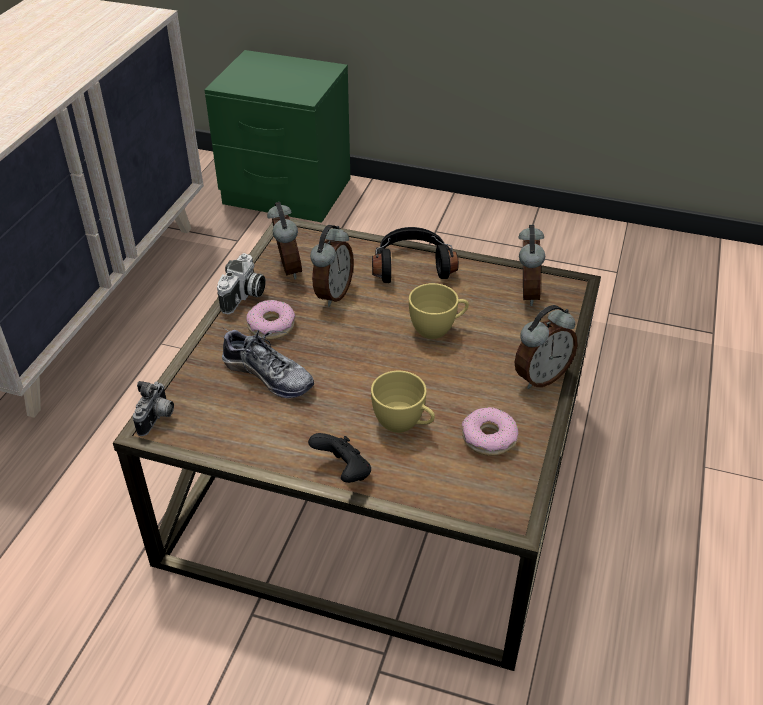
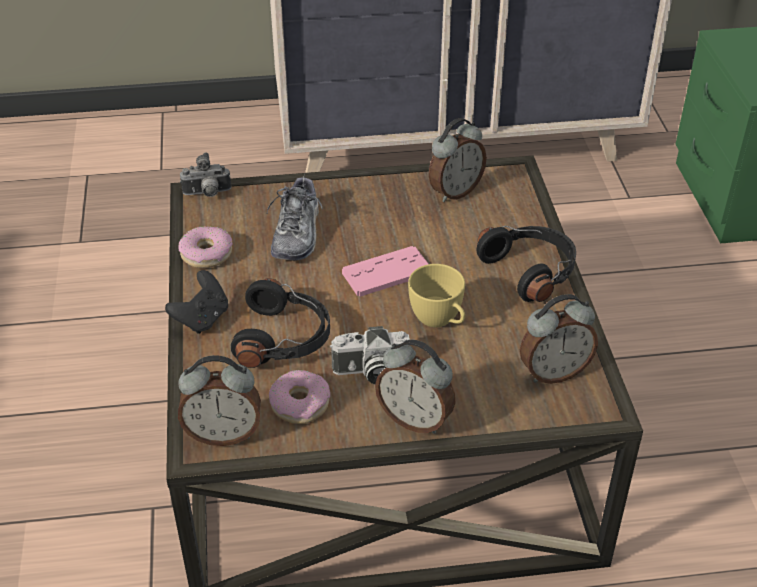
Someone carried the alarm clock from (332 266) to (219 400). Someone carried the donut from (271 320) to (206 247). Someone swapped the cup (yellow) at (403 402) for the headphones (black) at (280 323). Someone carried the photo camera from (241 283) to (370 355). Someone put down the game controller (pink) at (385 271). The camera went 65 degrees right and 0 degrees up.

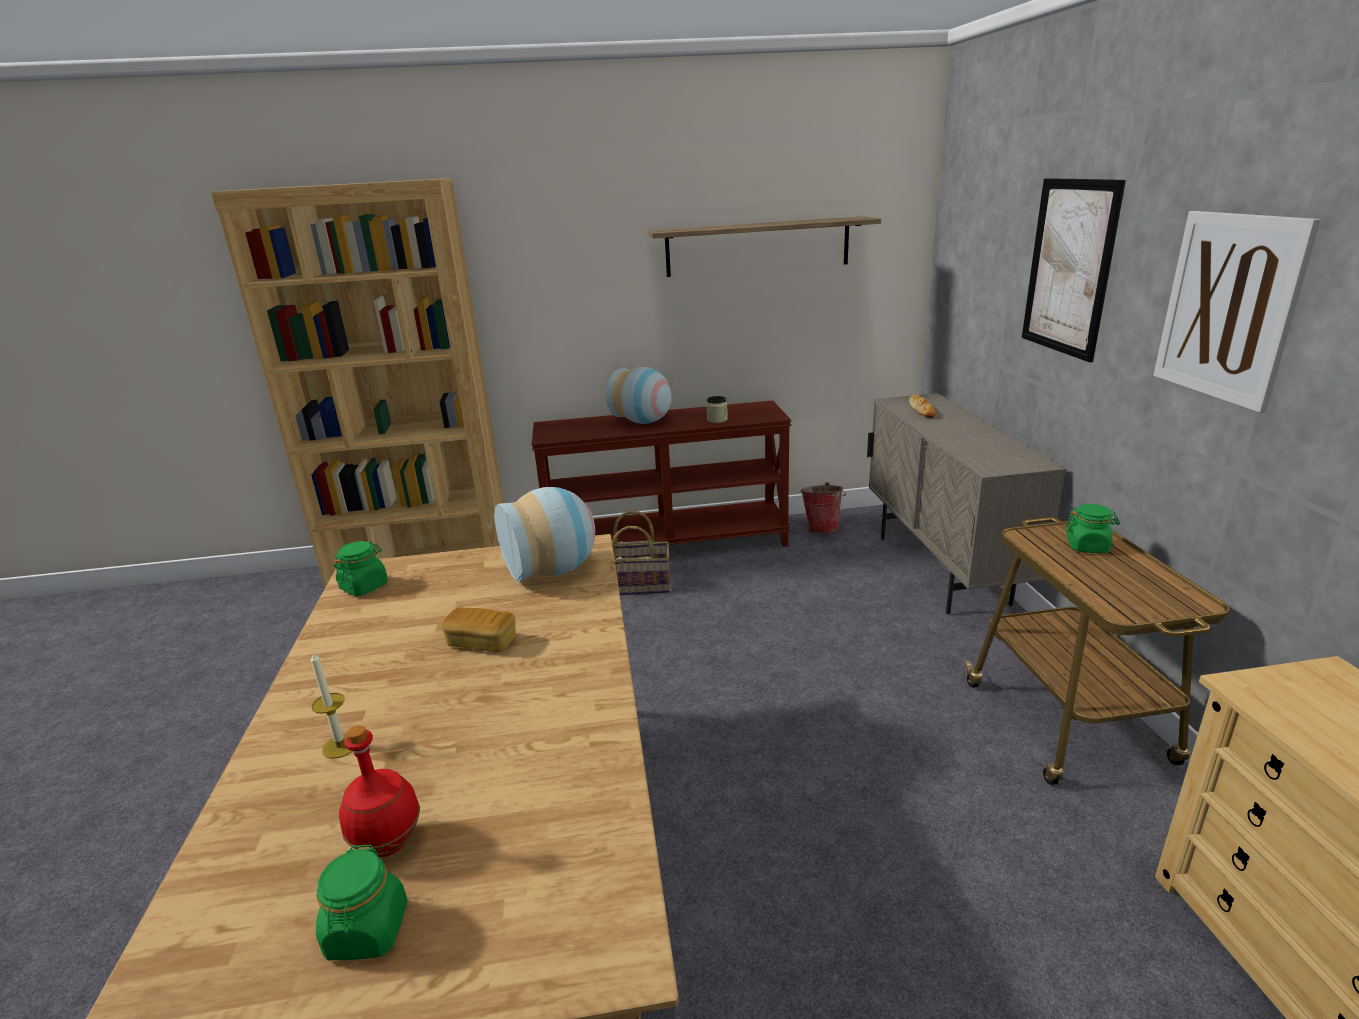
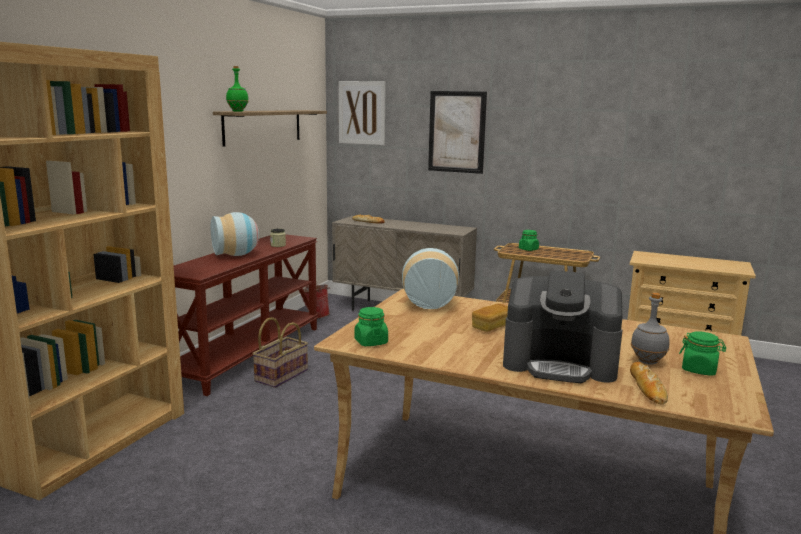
Someone put down the bottle (green) at (237 89). Someone carried the picture from (1237 312) to (362 113). Someone swapped the candle at (332 705) for the coffee machine at (563 326). Someone put down the bread at (649 383). Someone repainted the bottle (red) at (379 791), which became the bottle (grey) at (650 329). The camera went 60 degrees left and 10 degrees down.

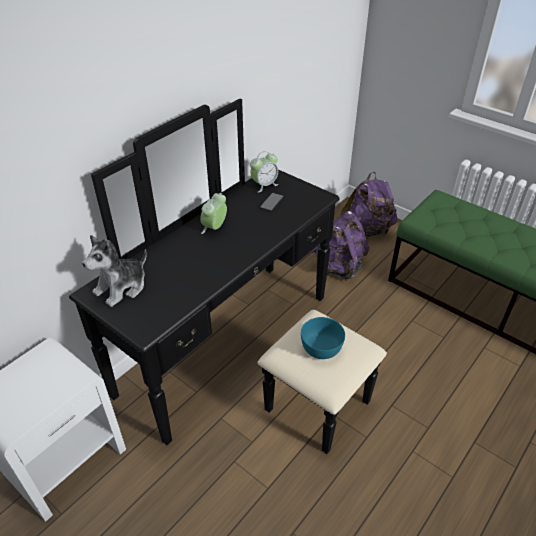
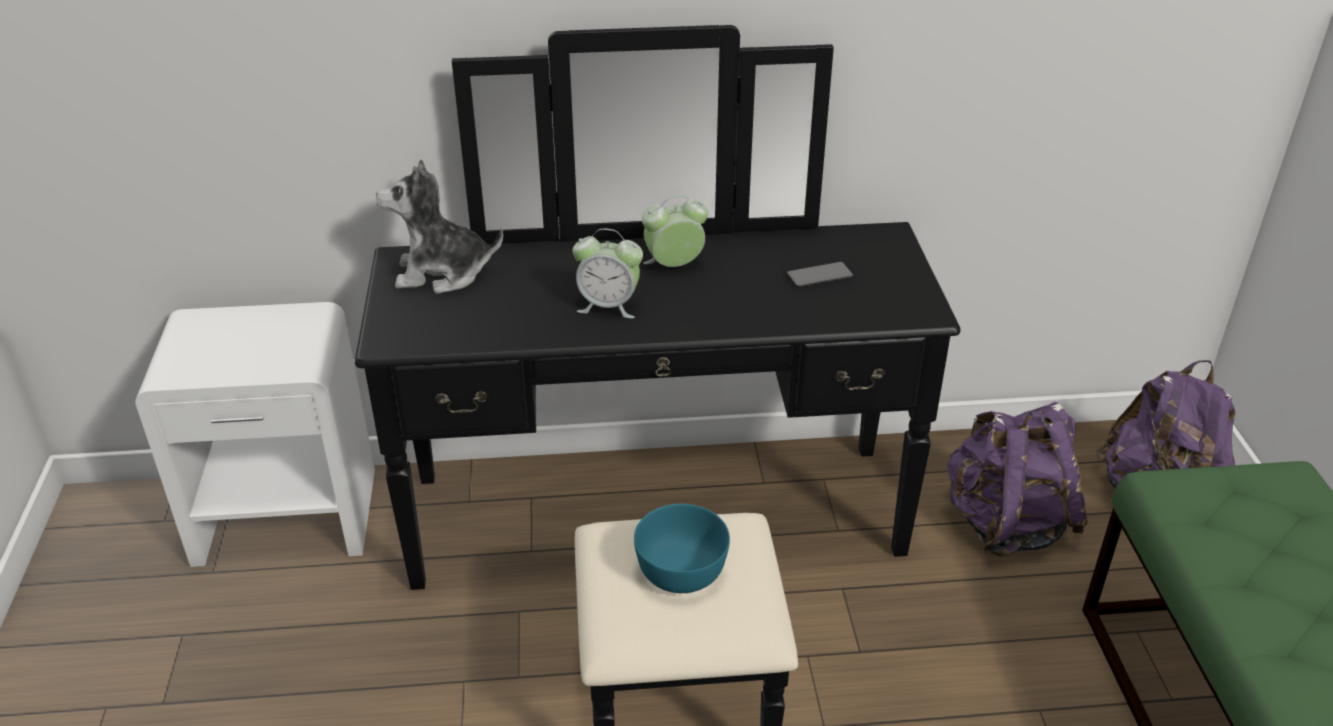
Someone carried the alarm clock from (264 172) to (607 273). The camera went 45 degrees right and 5 degrees down.

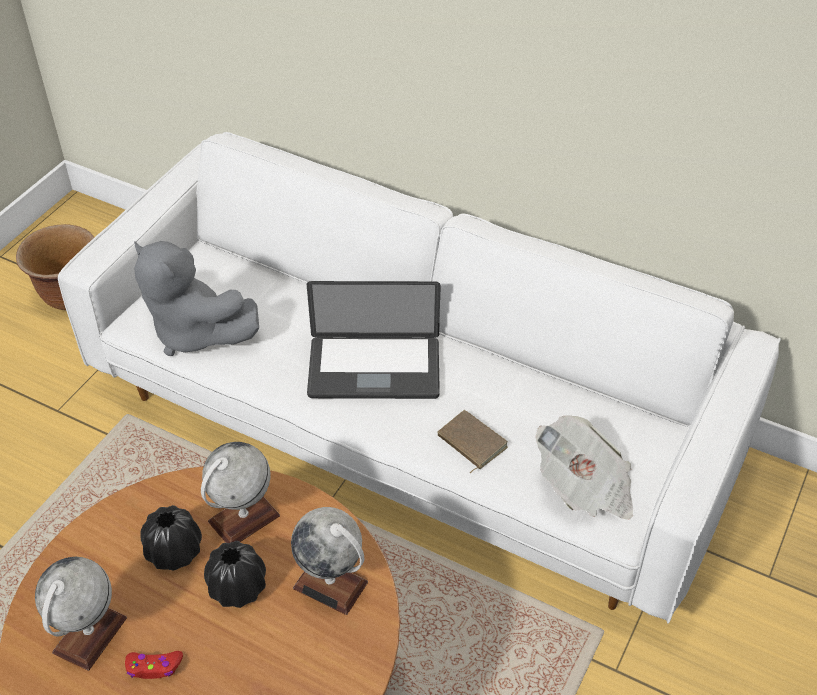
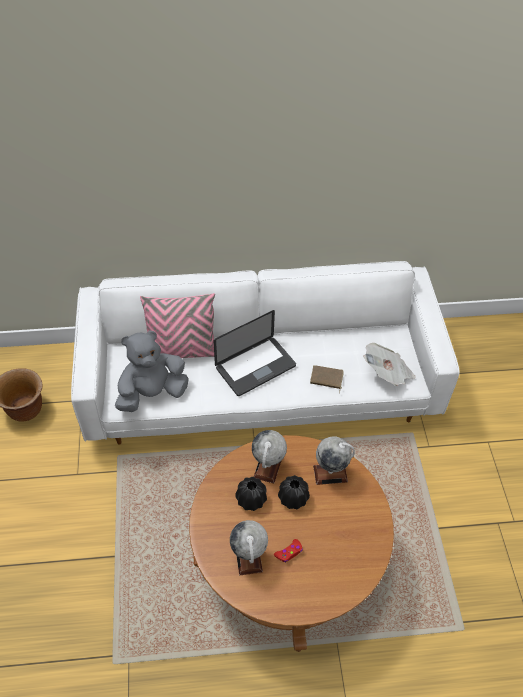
Someone rotated the plush toy (grey) at (196 298) by 150 degrees clockwise. Someone put down the pillow (pink) at (177 325). The camera went 35 degrees left and 5 degrees up.

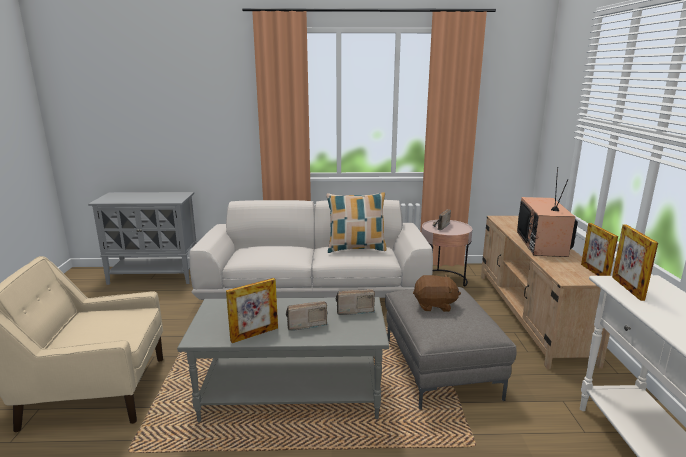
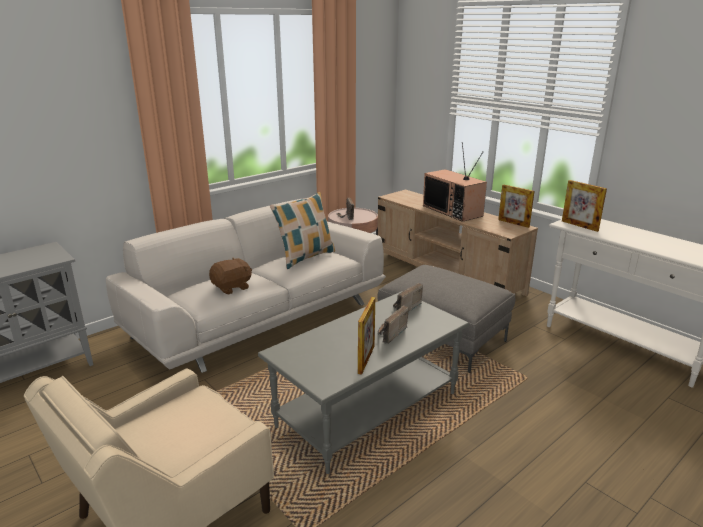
Someone carried the plush toy (brown) from (437 293) to (230 276). The camera went 40 degrees left and 5 degrees up.

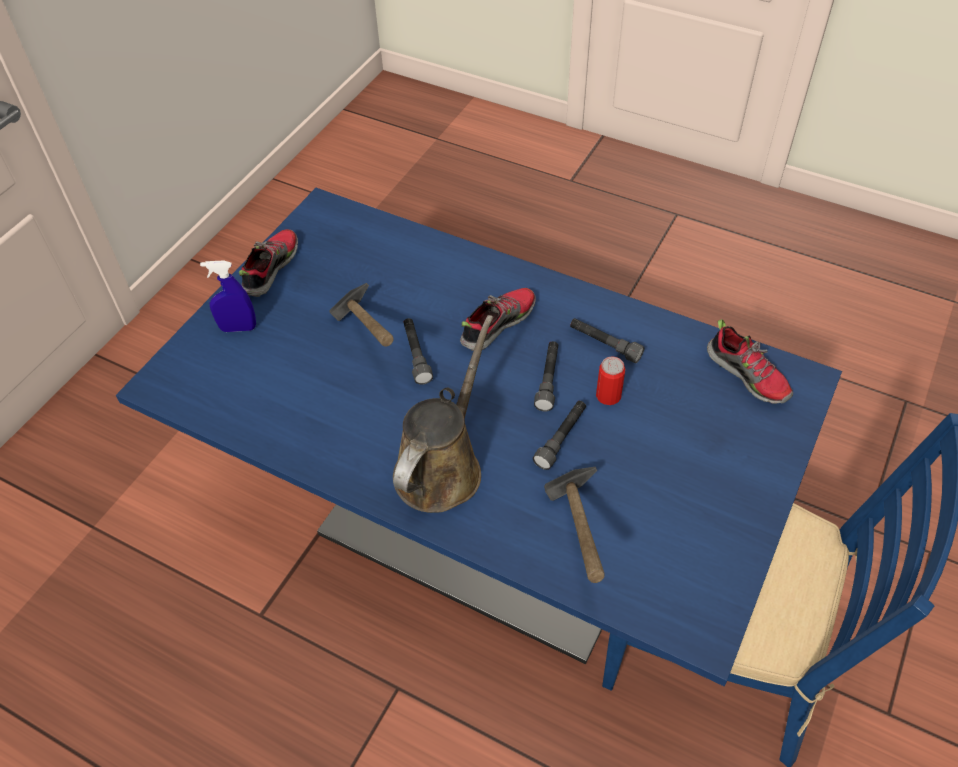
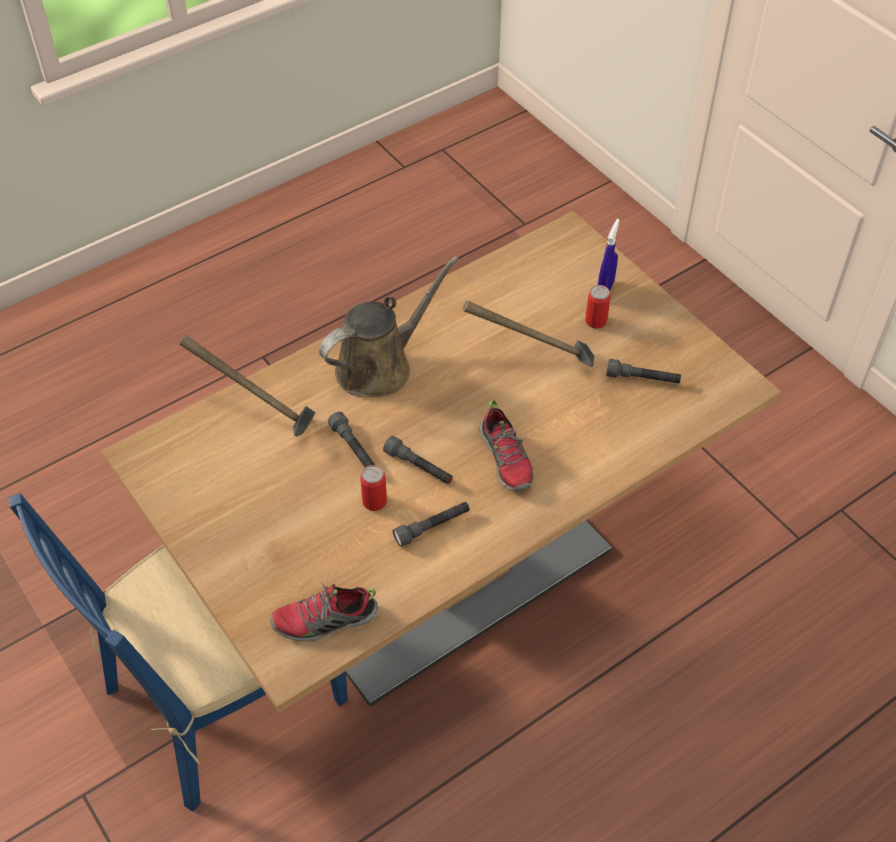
Someone repainted the dining table (blue) at (479 437), which became the dining table (brown) at (441 461). Someone rotated the watering can (brown) at (443 414) by 90 degrees counterclockwise. Someone put down the can at (598 306). Someone carried the flashlight (grey) from (418 351) to (643 371). Someone took away the shoe at (268 263). The camera went 115 degrees right and 0 degrees up.

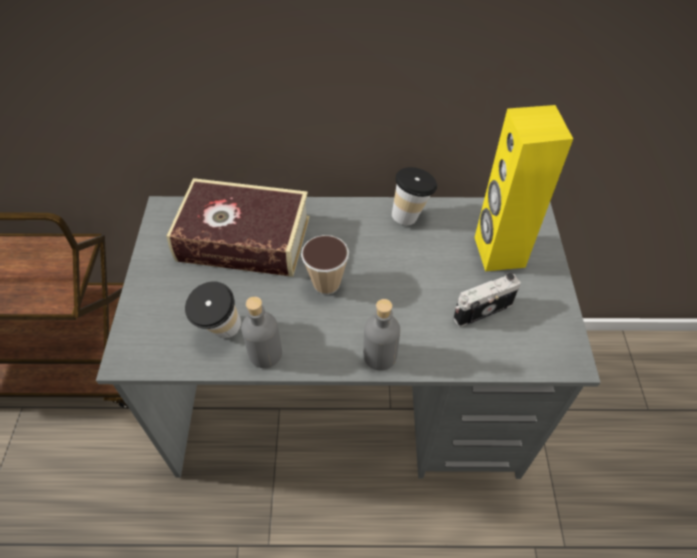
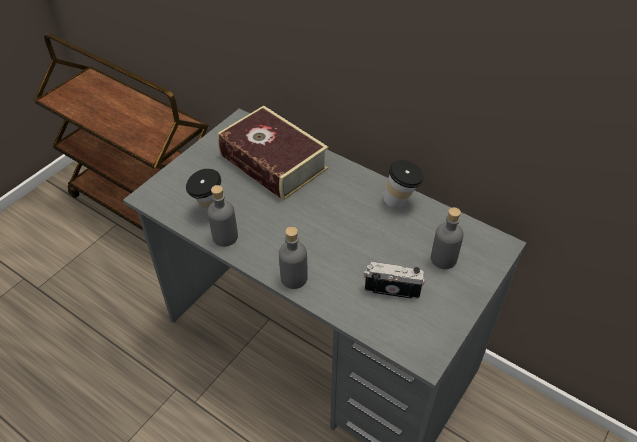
Someone swapped the speaker (yellow) at (523 188) for the bottle (grey) at (447 238). Someone took away the cup at (325 265). The camera went 35 degrees right and 5 degrees down.

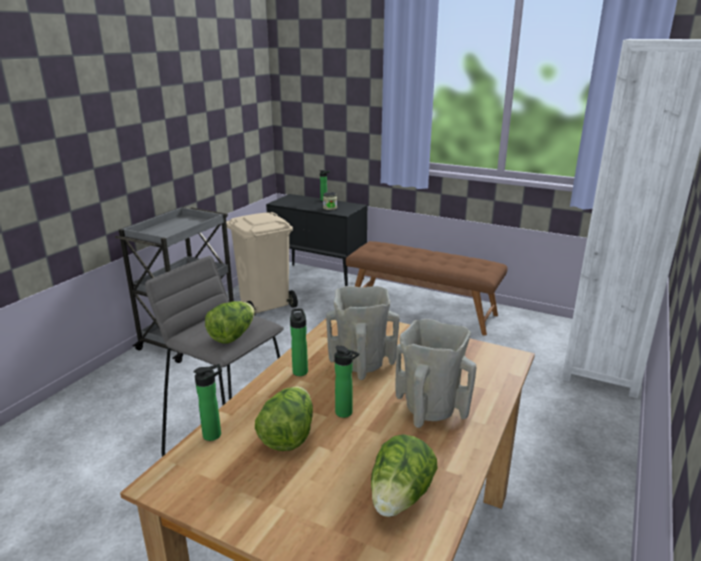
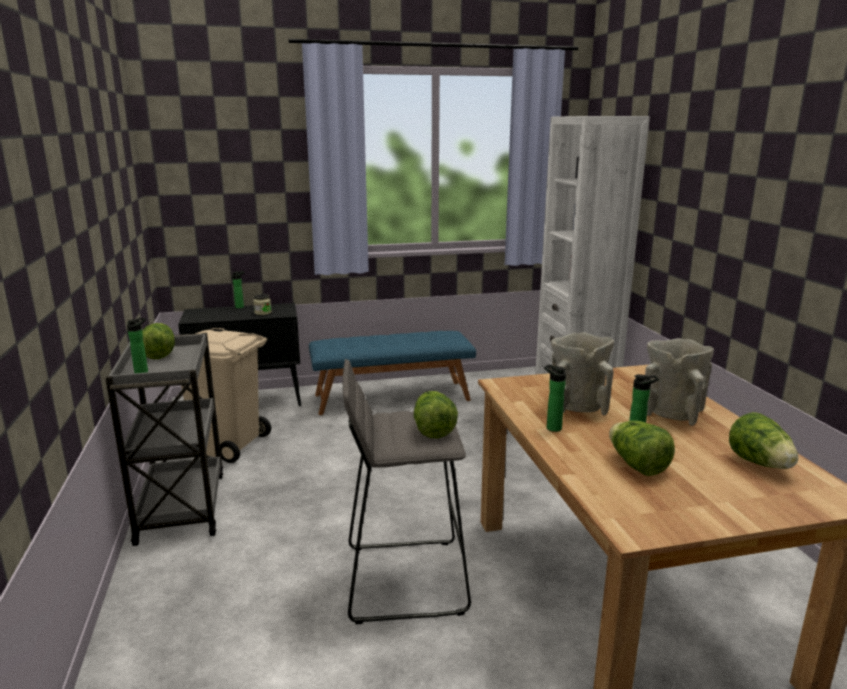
Someone carried the bottle from (207 402) to (137 345). Someone put down the lettuce at (158 341). Someone repainted the bench (brown) at (427 288), which became the bench (blue) at (392 373). The camera went 40 degrees left and 5 degrees down.

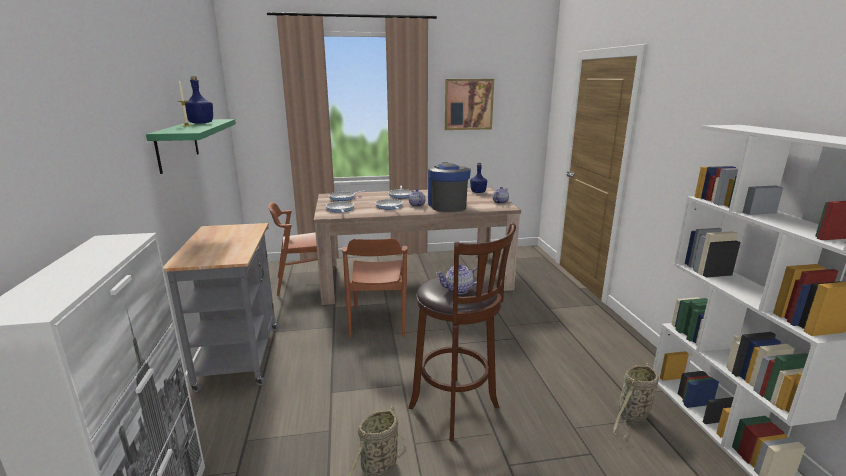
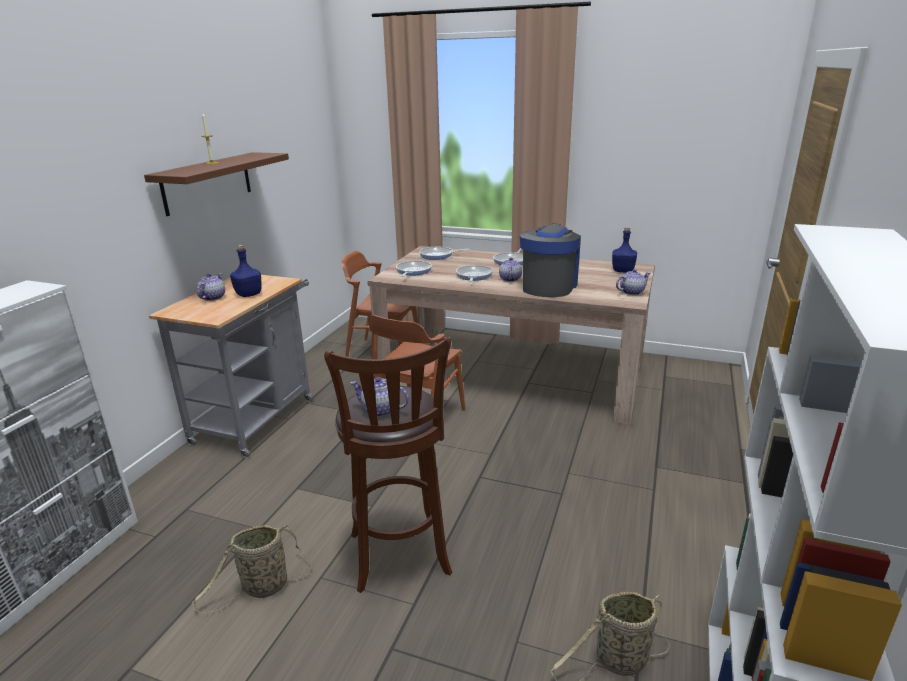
Someone repainted the shelf (green) at (191 146), which became the shelf (brown) at (216 184). Someone put down the teapot at (211 287). Someone carried the bottle (blue) from (199 100) to (246 271). Someone took away the picture at (469 104). The camera went 30 degrees right and 5 degrees up.

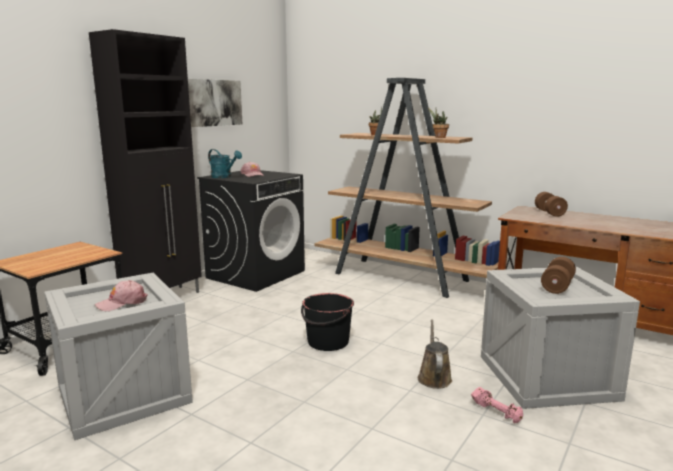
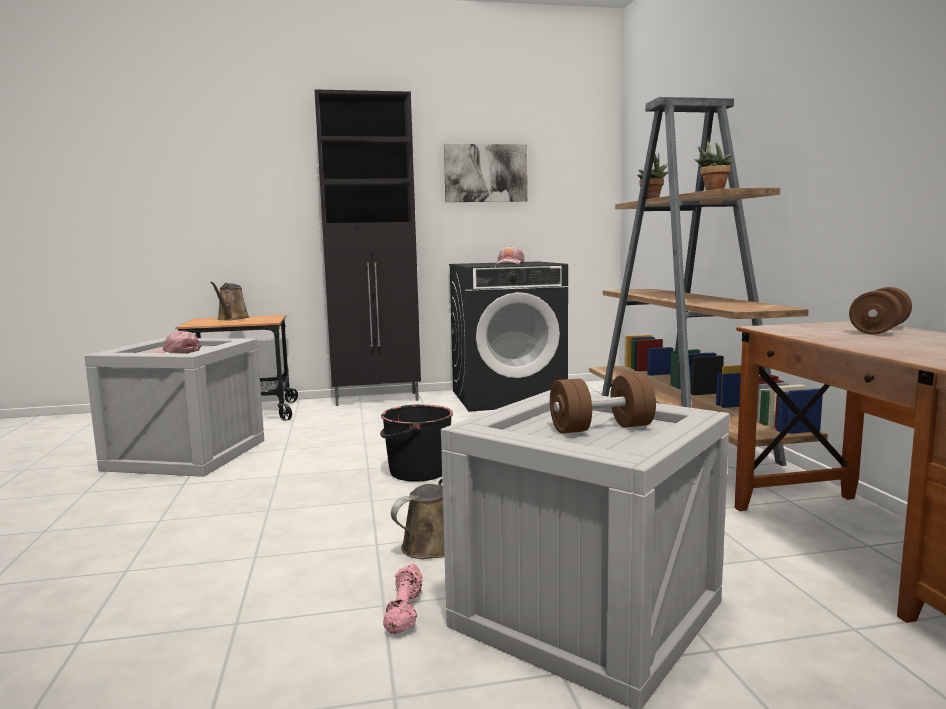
Someone put down the watering can (brown) at (229 301). Someone took away the watering can (turquoise) at (225 163). The camera went 45 degrees right and 5 degrees down.

